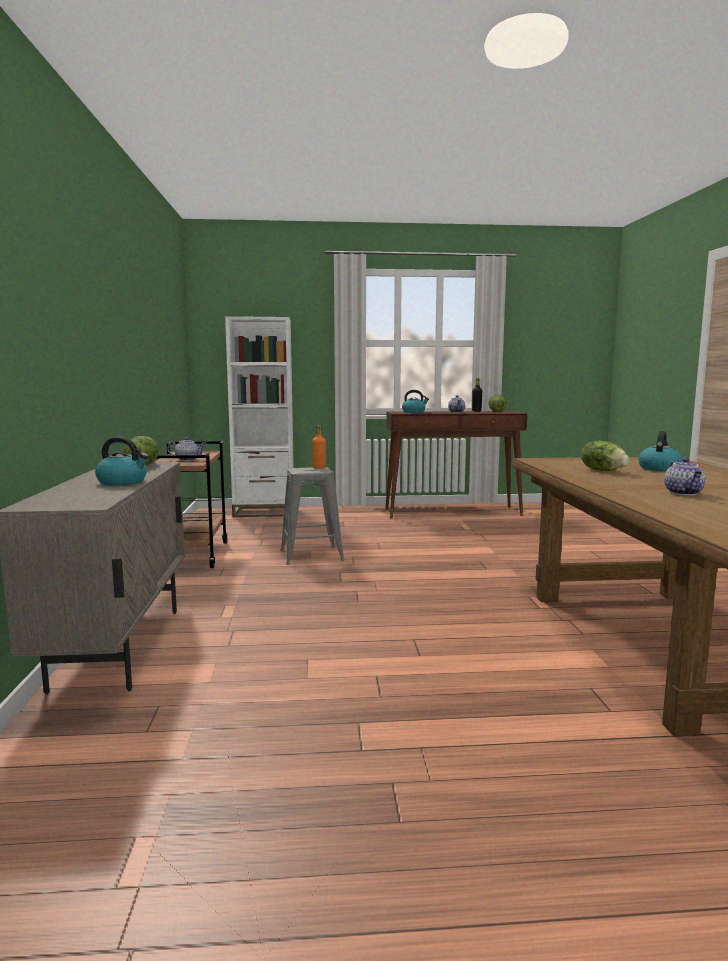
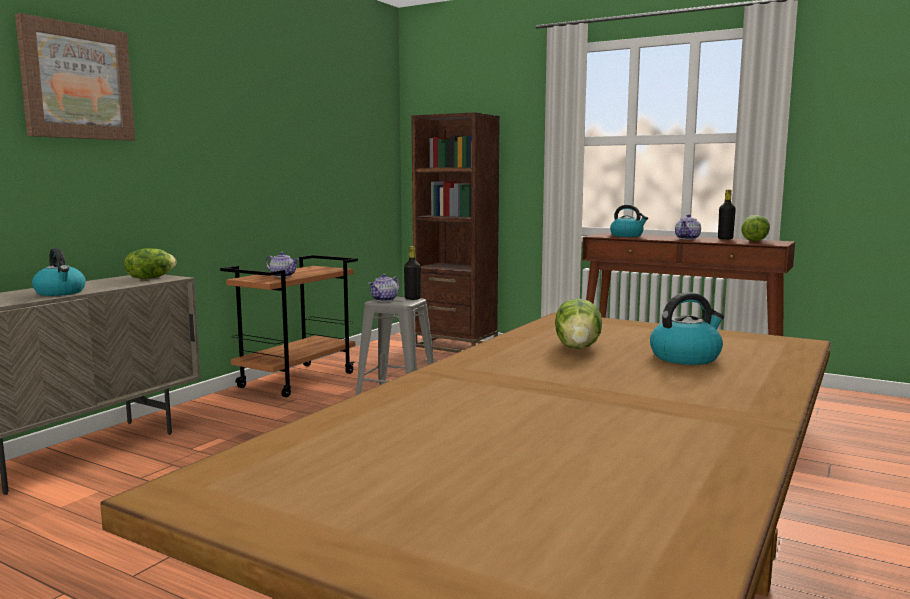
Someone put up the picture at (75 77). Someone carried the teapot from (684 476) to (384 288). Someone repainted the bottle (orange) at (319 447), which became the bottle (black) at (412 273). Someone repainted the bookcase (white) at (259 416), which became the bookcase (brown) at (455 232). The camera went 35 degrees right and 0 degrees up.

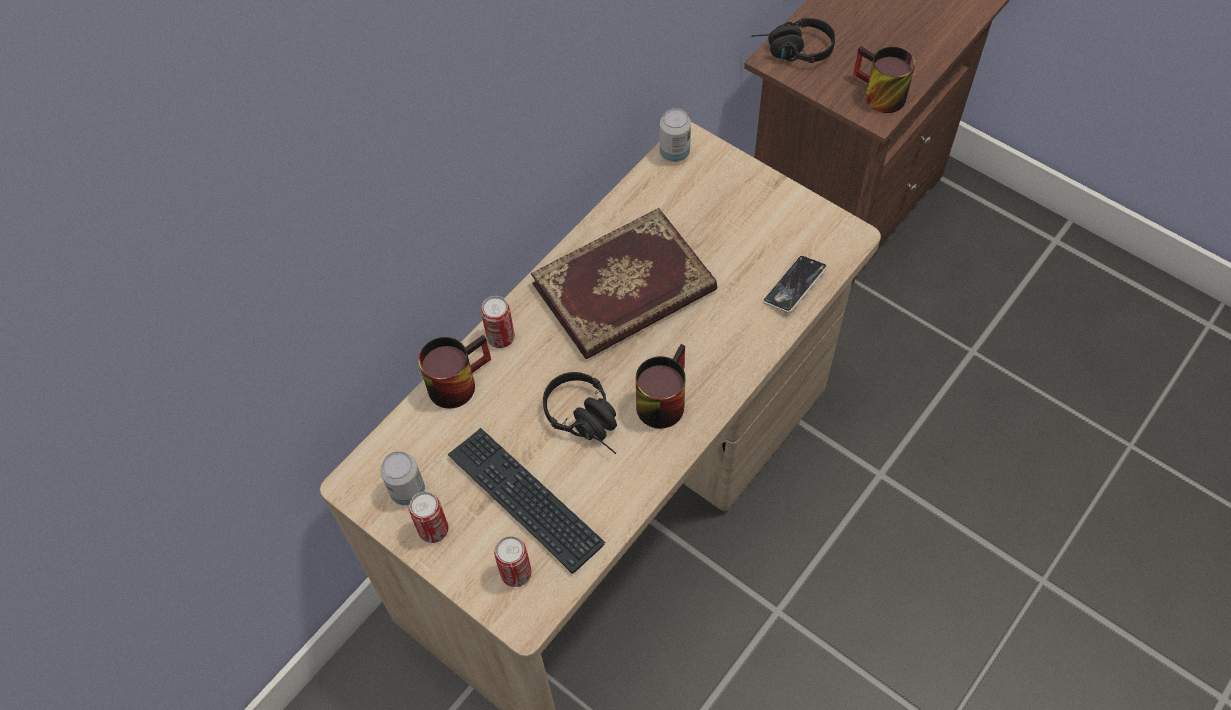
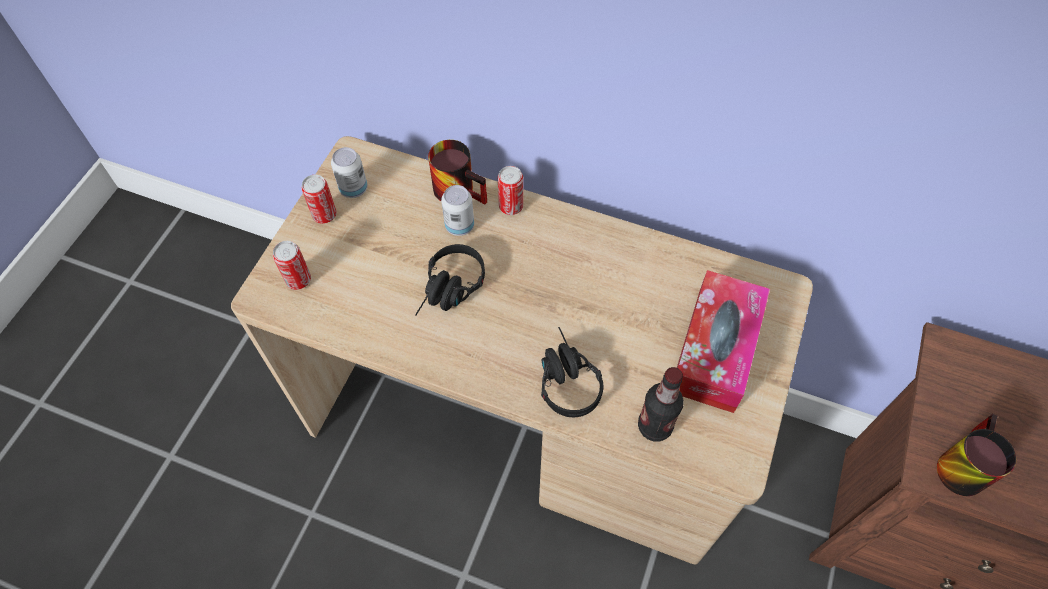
Someone carried the can from (675 135) to (457 210). Someone carried the headphones (black) from (793 40) to (572 372). Someone swapped the phone at (795 284) for the bottle at (661 404). Someone put down the tissue box at (723 341). Someone took away the keyboard at (526 501). Someone took away the book at (624 283). Someone took away the mug at (661 386). The camera went 70 degrees right and 0 degrees up.

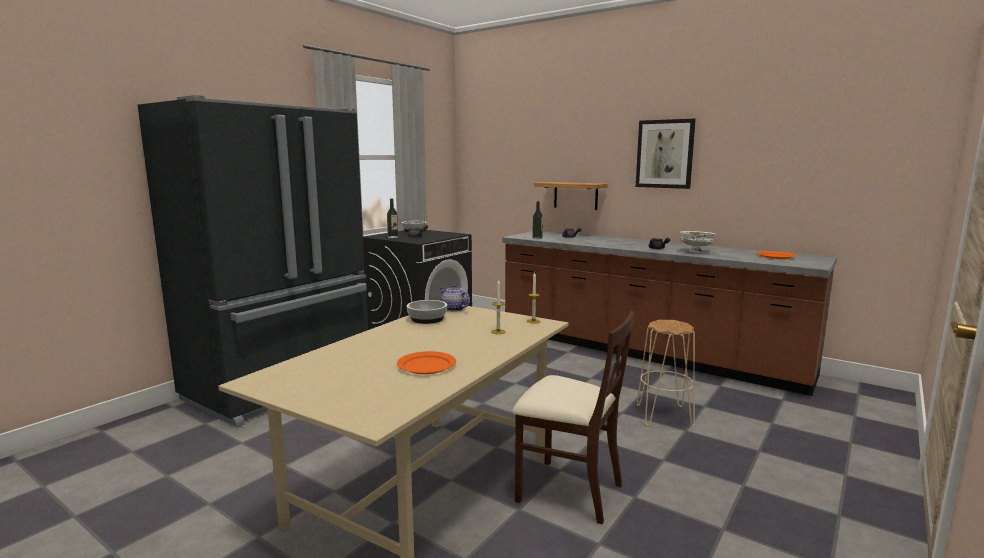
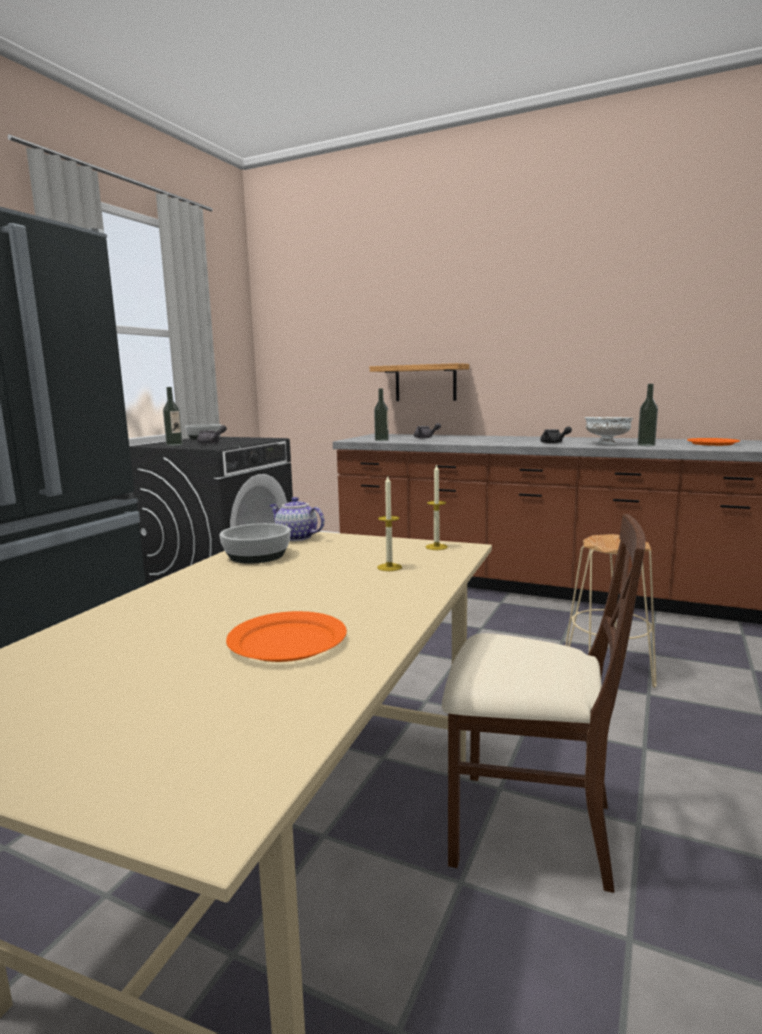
Someone put down the bottle at (647 415). Someone took away the picture at (666 154). The camera went 10 degrees left and 0 degrees up.

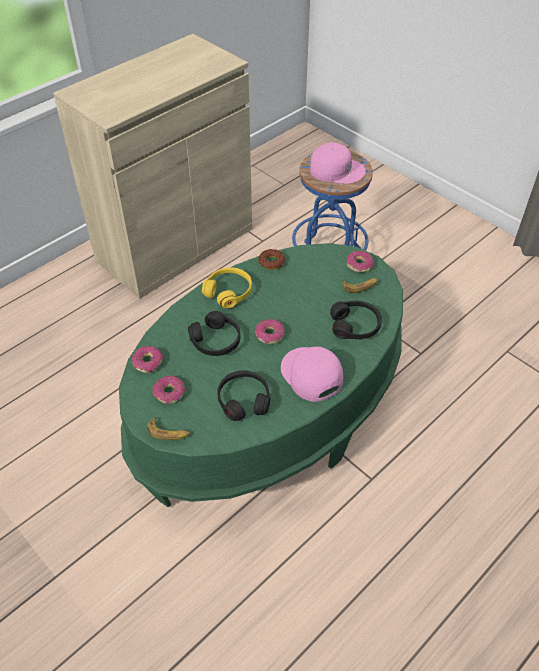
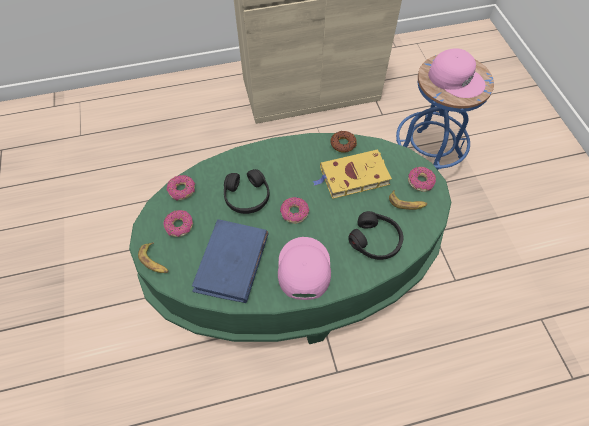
Someone swapped the headphones (black) at (243 395) for the book (blue) at (230 261). Someone put down the book (yellow) at (352 174). Someone took away the headphones (yellow) at (227 287). The camera went 30 degrees right and 10 degrees up.

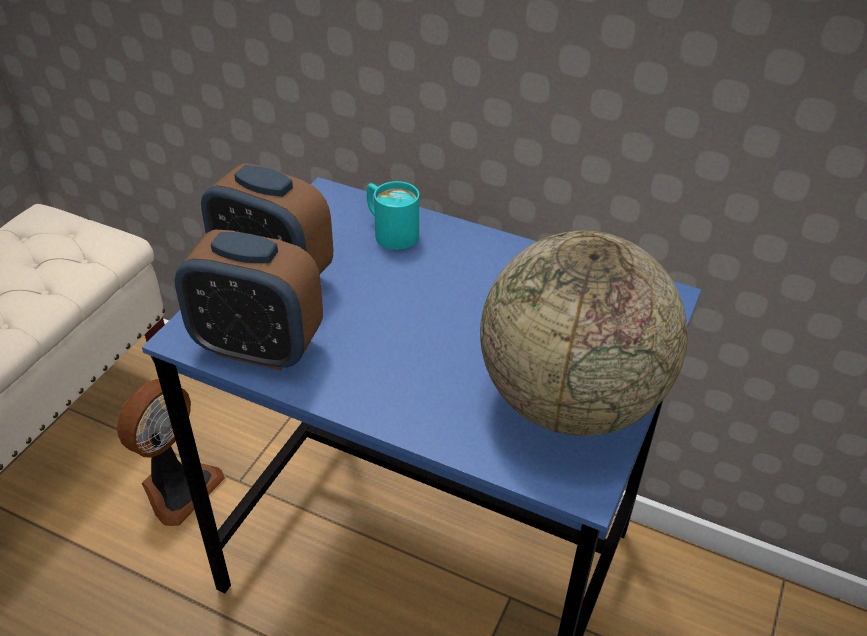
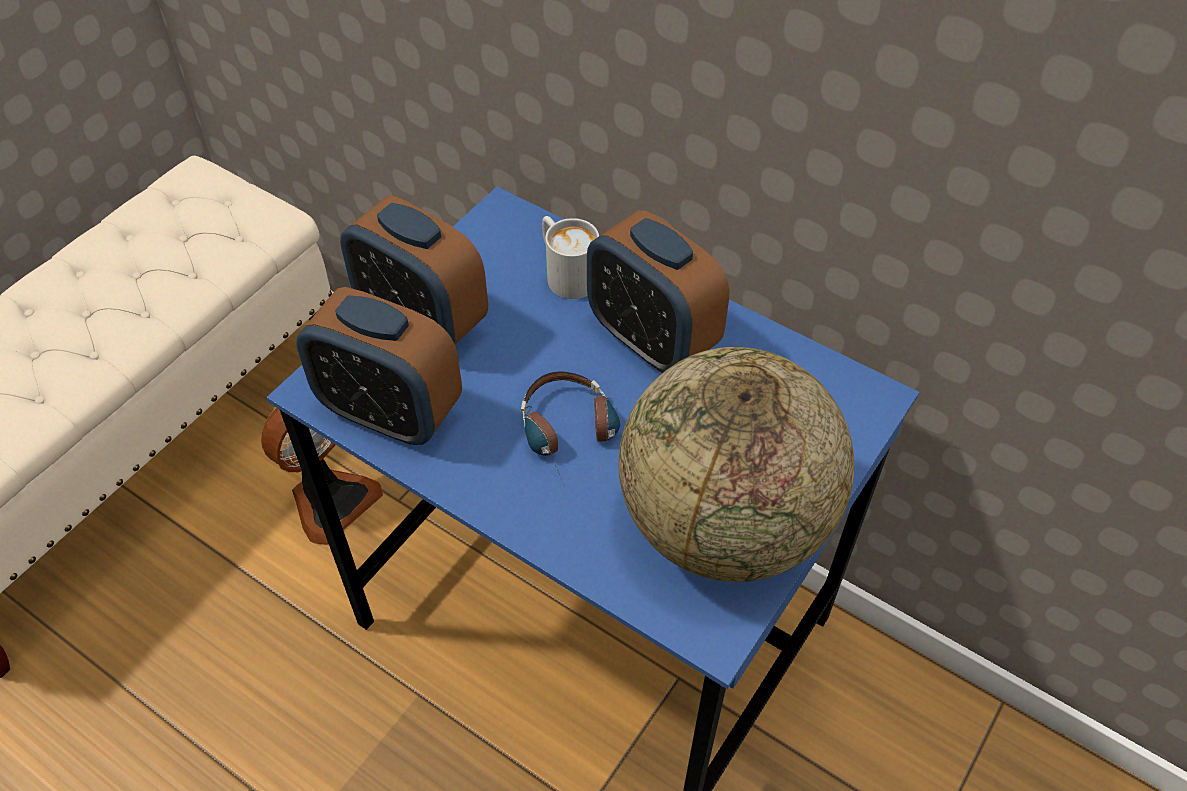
Someone put down the headphones at (570 428). Someone repainted the mug (turquoise) at (393 215), which became the mug (white) at (570 257). Someone put down the alarm clock at (658 291). The camera went 10 degrees right and 10 degrees up.

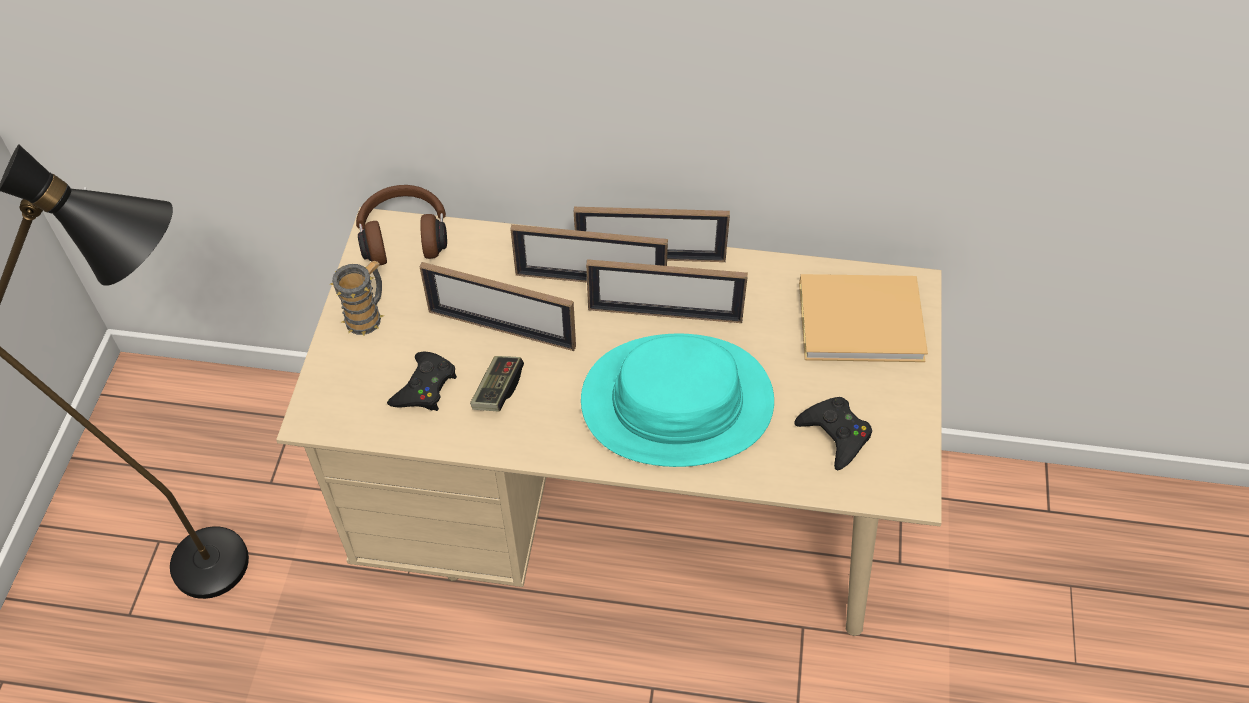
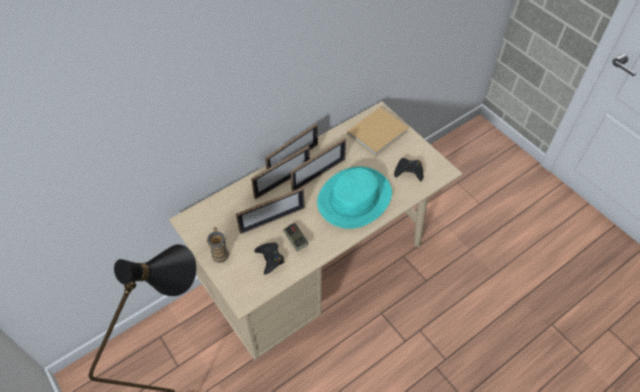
Someone took away the headphones (brown) at (401 225). The camera went 45 degrees left and 0 degrees up.

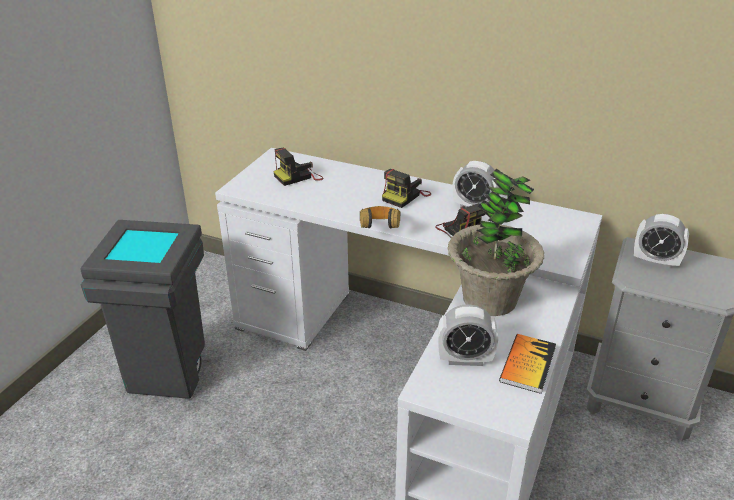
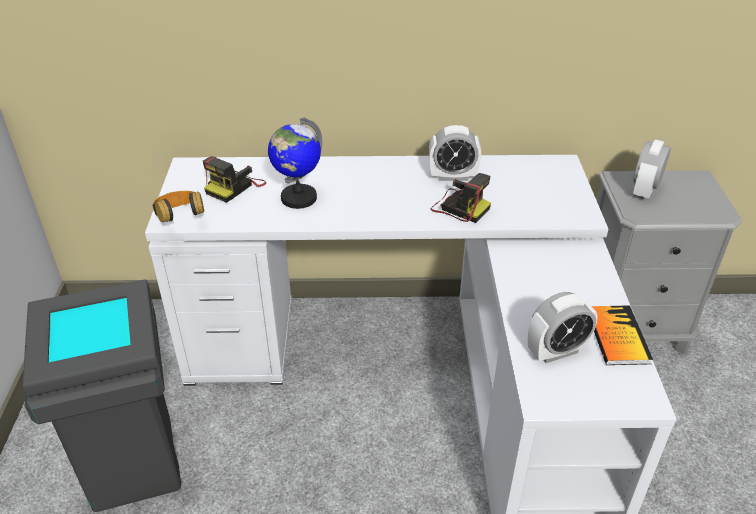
Someone carried the headphones from (380 217) to (178 207). Someone put down the globe at (295 163). Someone rotated the alarm clock at (661 241) by 120 degrees clockwise. Someone took away the photo camera at (406 188). Someone took away the potted plant at (496 242). The camera went 25 degrees left and 5 degrees up.

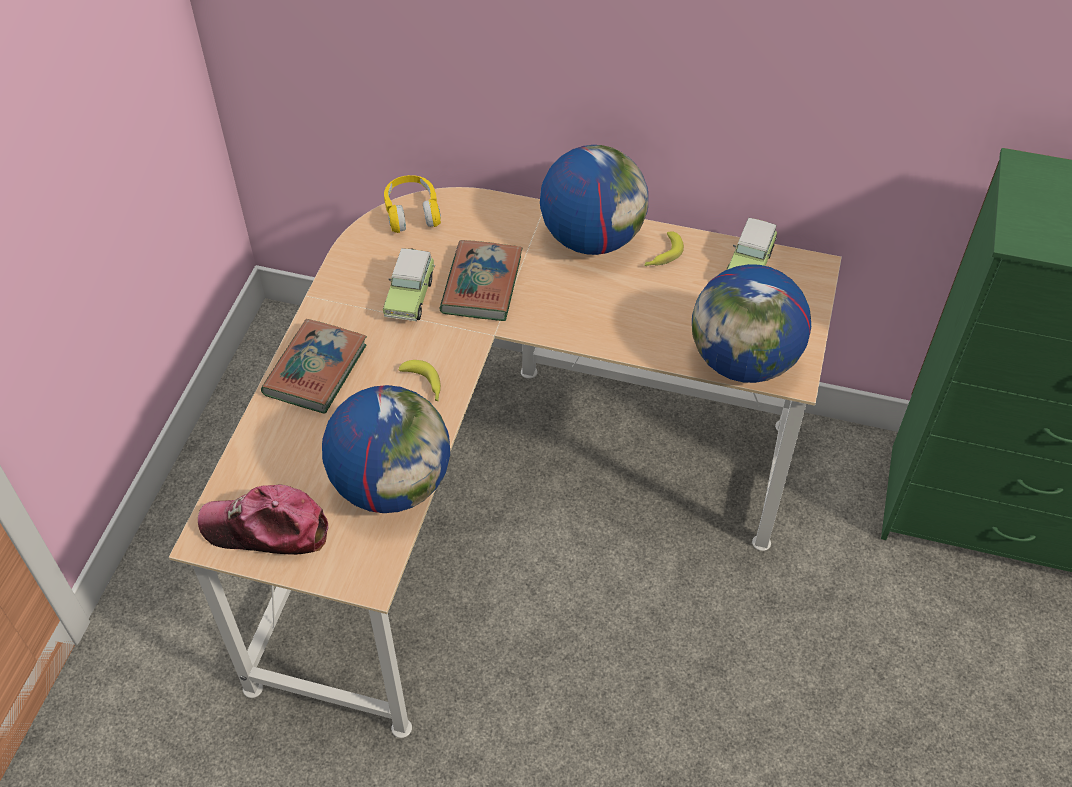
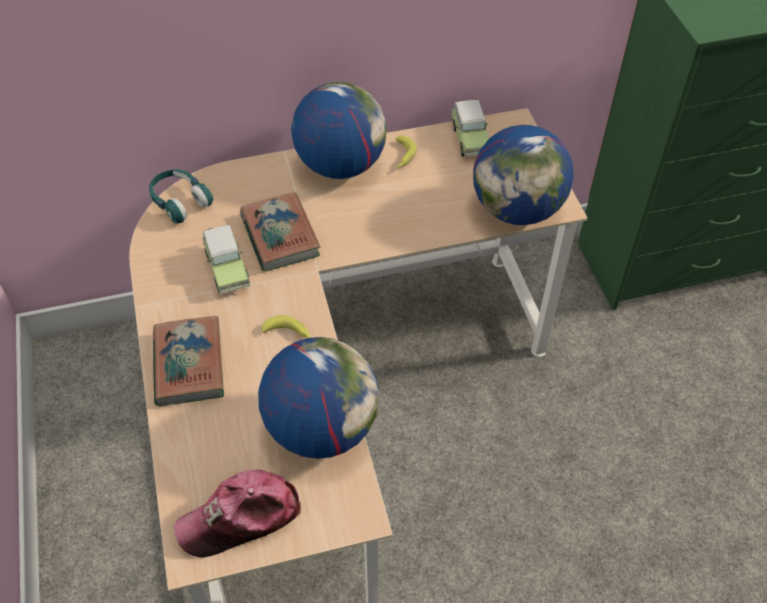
Someone repainted the headphones (yellow) at (412 204), which became the headphones (turquoise) at (181 196). The camera went 30 degrees left and 0 degrees up.

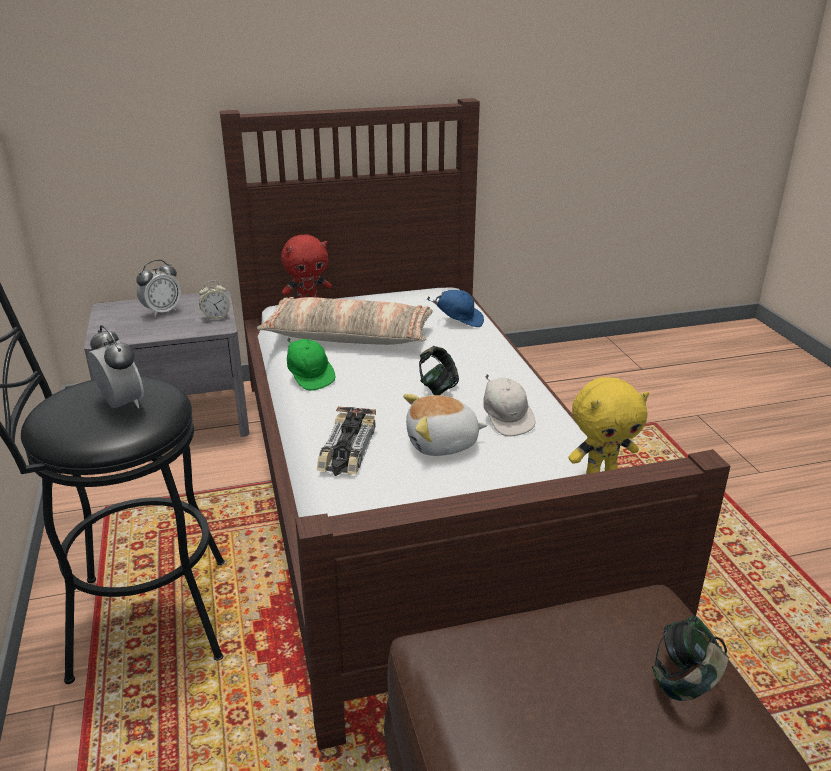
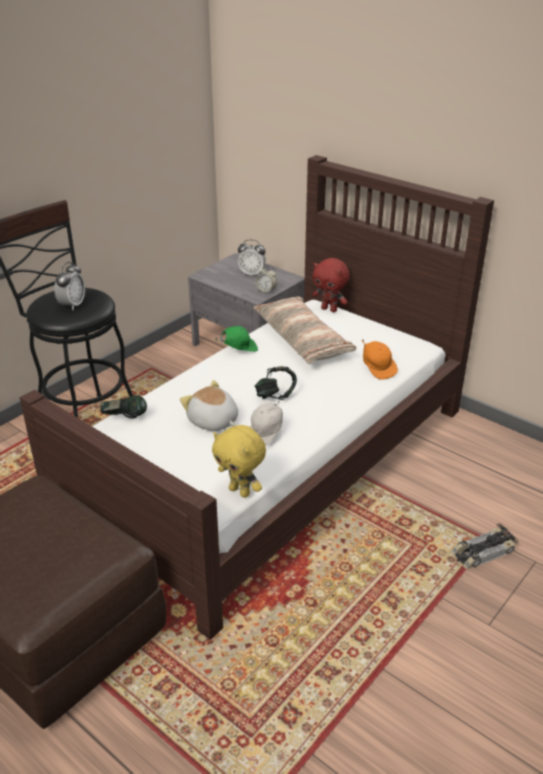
Someone carried the headphones from (690 658) to (123 406). Someone rotated the cap (green) at (311 364) by 135 degrees counterclockwise. Someone repainted the cap (blue) at (455 308), which became the cap (orange) at (380 359). Someone carried the toy car from (346 441) to (484 546). The camera went 55 degrees right and 5 degrees up.

